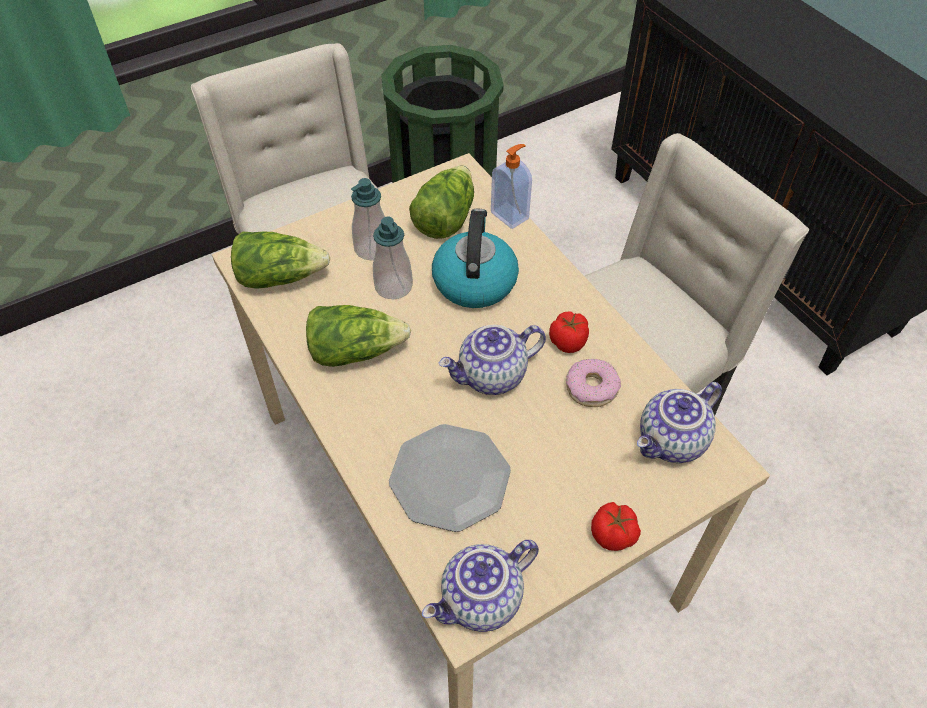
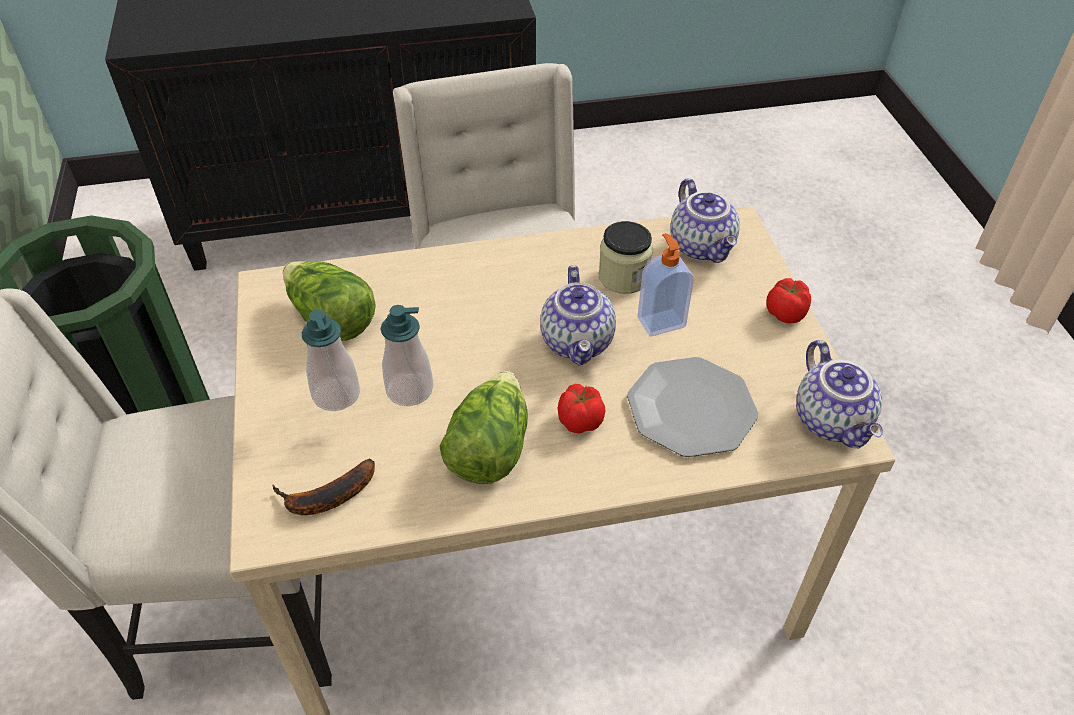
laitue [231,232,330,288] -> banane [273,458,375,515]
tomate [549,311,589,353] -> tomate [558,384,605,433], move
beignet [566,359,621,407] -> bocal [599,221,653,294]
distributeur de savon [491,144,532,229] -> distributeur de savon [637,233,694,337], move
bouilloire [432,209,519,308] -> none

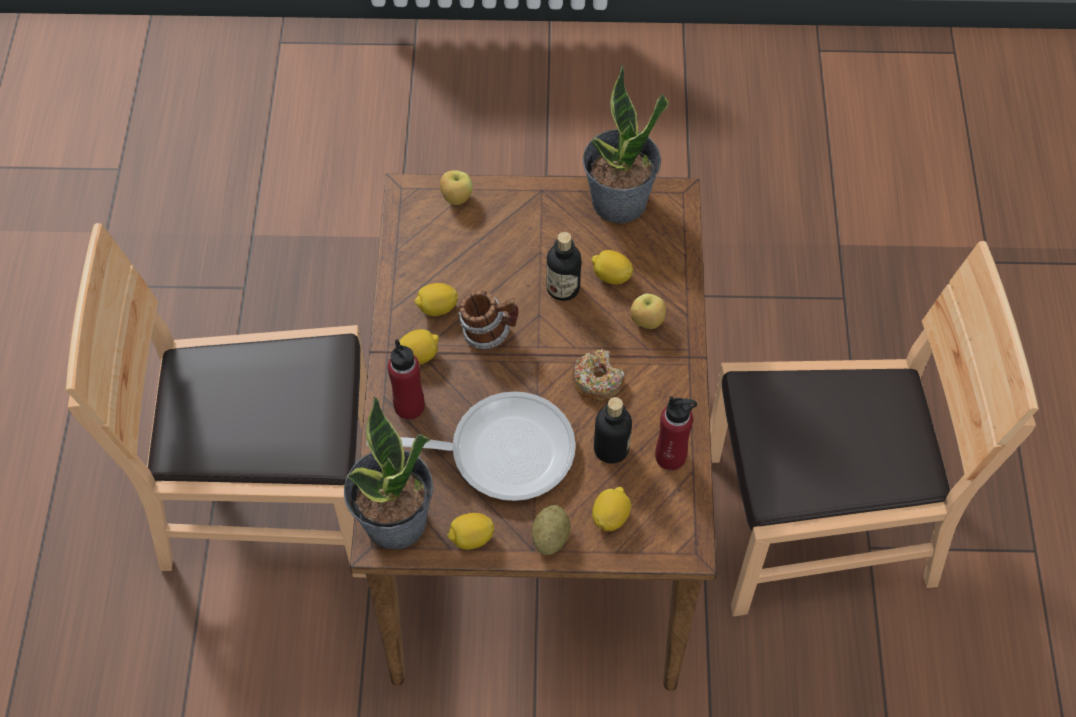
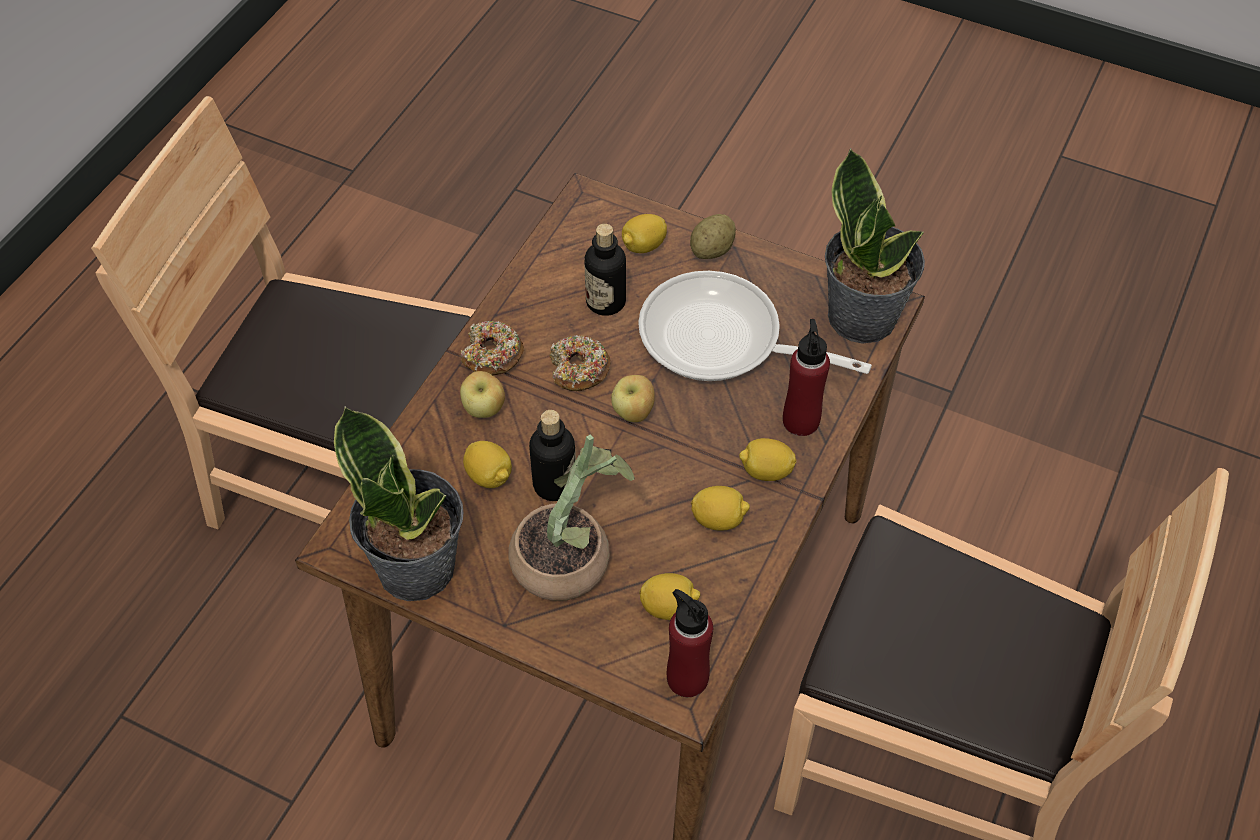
none -> beignet [460,320,524,375]
none -> plante en pot [509,434,635,601]
pomme [440,170,473,205] -> pomme [611,375,655,422], move
citron [447,513,494,550] -> citron [639,573,700,620], move
bouteille [rouge] [655,396,697,470] -> bouteille [rouge] [667,589,713,697], move
mug [458,290,518,350] -> none

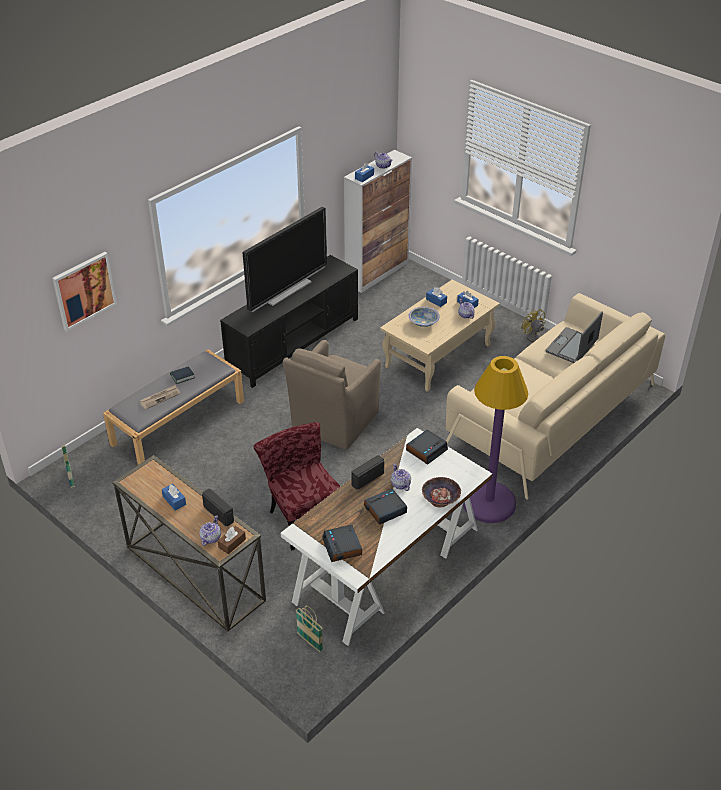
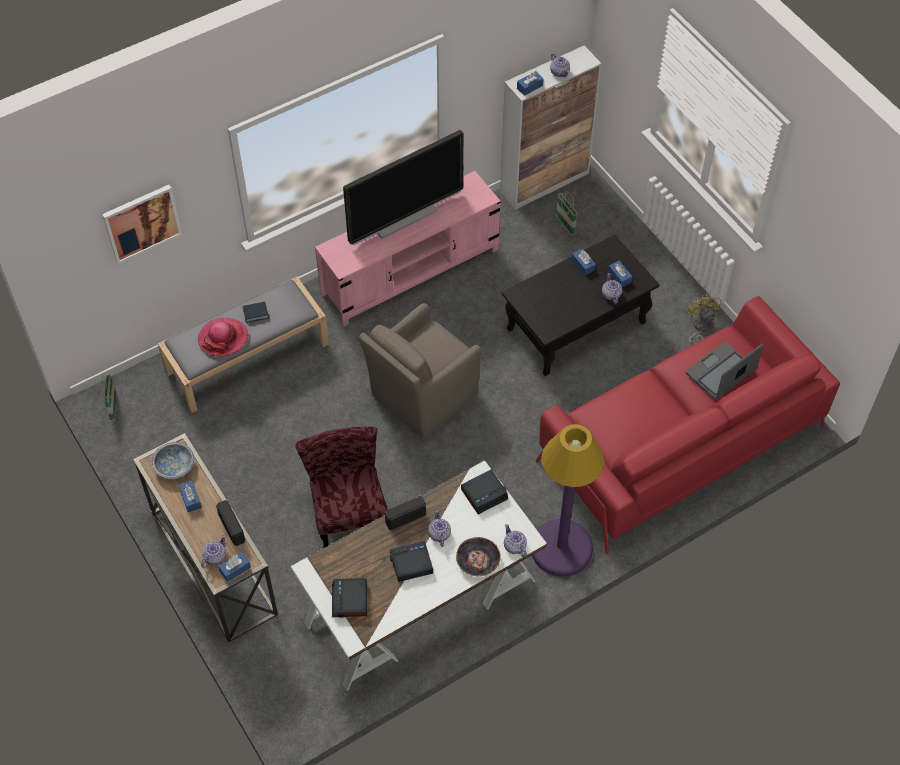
bol [409,307,440,327] -> bol [152,442,195,479], move
journal [140,385,180,409] -> chapeau [198,318,248,357]
boîte à mouchoirs [marron] [218,526,246,554] -> boîte à mouchoirs [bleu] [218,552,251,582]
meuble télé [noir] [220,255,358,388] -> meuble télé [rose] [315,171,501,326]
table basse [beige] [380,279,500,392] -> table basse [noir] [502,235,660,376]
none -> théière [504,524,527,557]
canapé [beige] [446,293,665,500] -> canapé [rouge] [535,296,840,554]
panier [296,605,323,652] -> panier [555,191,577,236], move

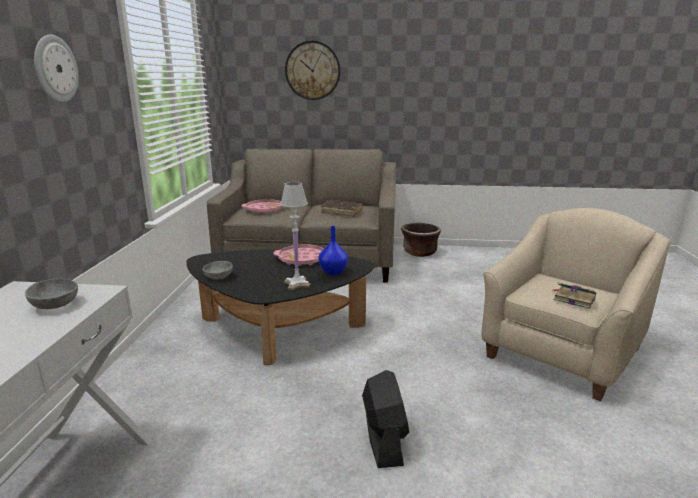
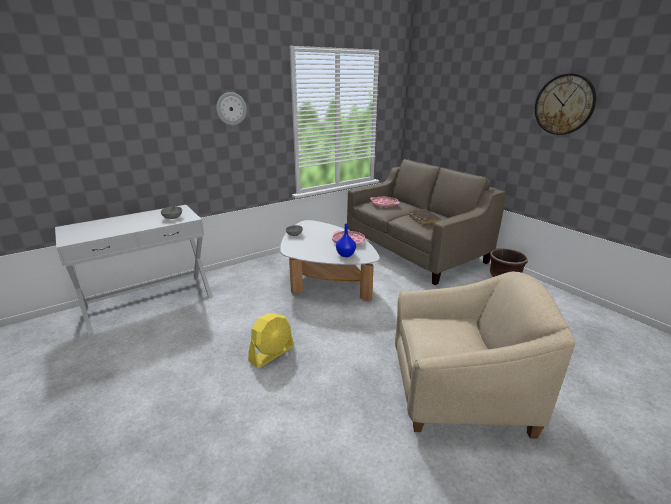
ventilateur [noir] [362,370,409,468] -> ventilateur [jaune] [248,313,294,368]
table basse [noir] [186,249,374,365] -> table basse [blanc] [280,220,380,302]
horloge murale [285,41,340,100] -> horloge murale [535,73,596,135], move
lampe de table [blanc] [280,182,311,290] -> none
livre [552,282,596,309] -> none

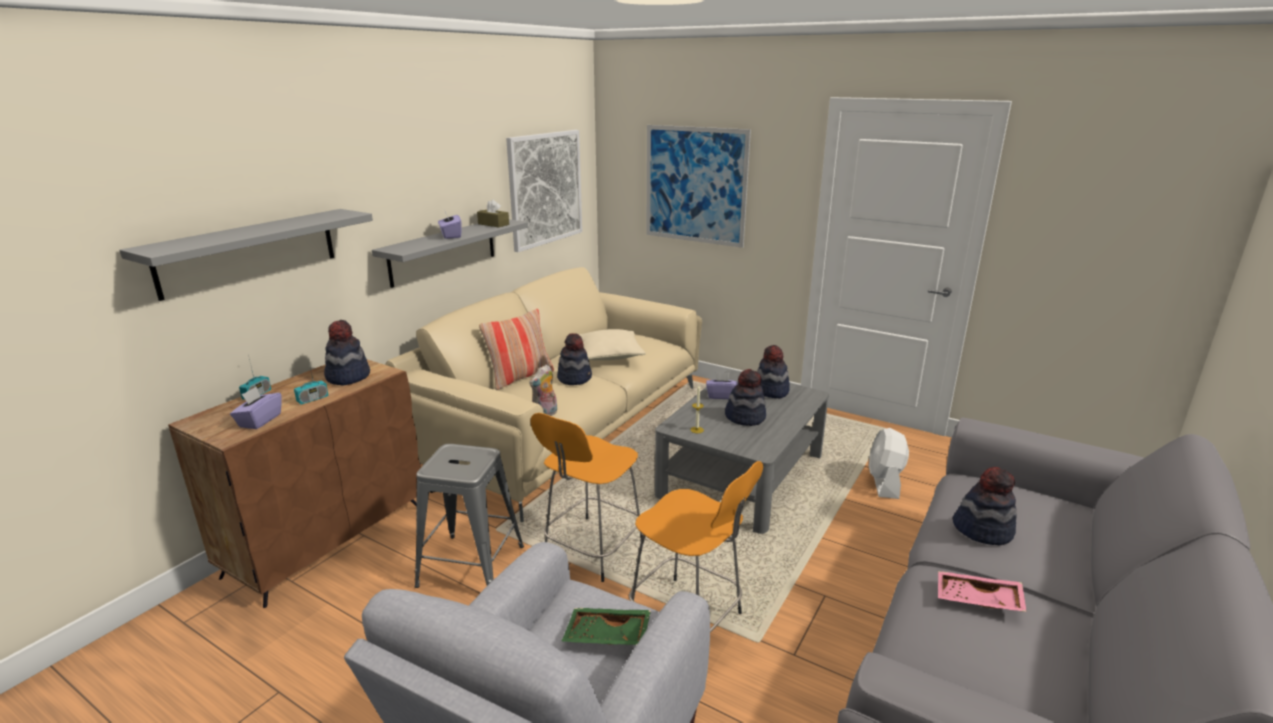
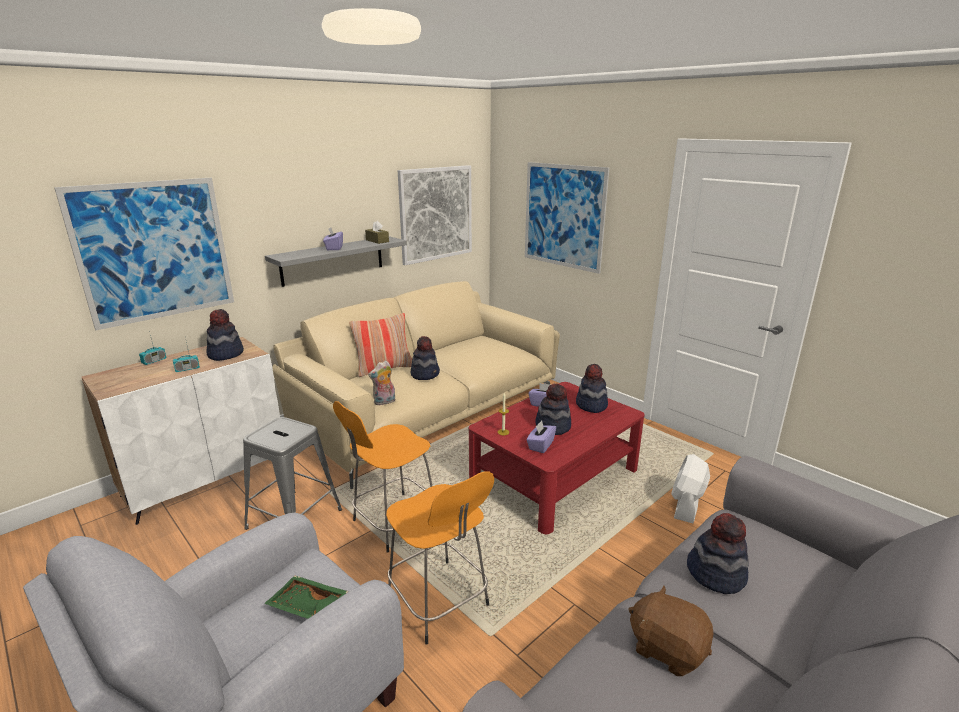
étagère [gris] [119,209,373,301] -> tableau [54,178,234,330]
meuble de rangement [marron] [168,359,421,608] -> meuble de rangement [blanc] [82,337,280,525]
table basse [gris] [655,370,829,534] -> table basse [rouge] [469,382,645,534]
boîte à mouchoirs [violet] [230,387,281,429] -> boîte à mouchoirs [violet] [527,421,556,453], move
plateau [rose] [938,571,1027,612] -> peluche [marron] [628,585,714,676]
coussin [beige] [578,329,646,360] -> none

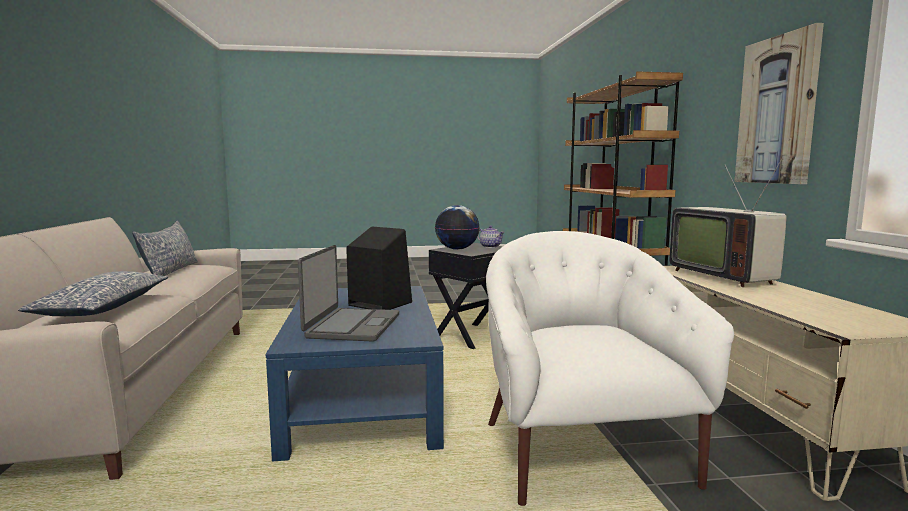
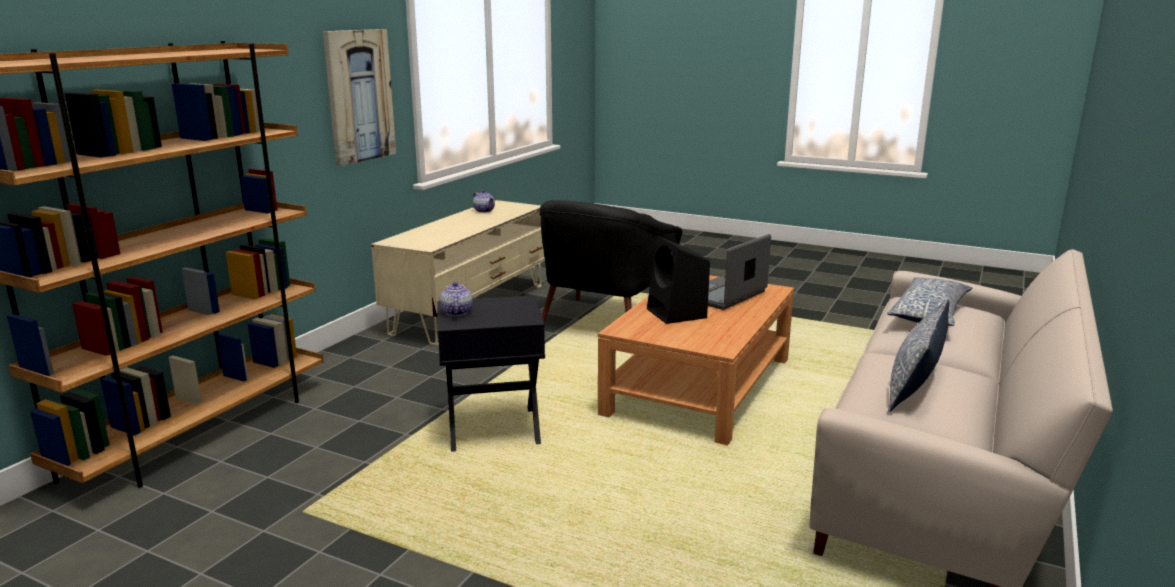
none -> théière [473,190,495,213]
fauteuil [blanc] [486,231,734,506] -> fauteuil [noir] [539,200,682,323]
table basse [bleu] [266,286,444,461] -> table basse [marron] [598,275,794,445]
globe [435,205,480,250] -> none
téléviseur [670,158,787,287] -> none

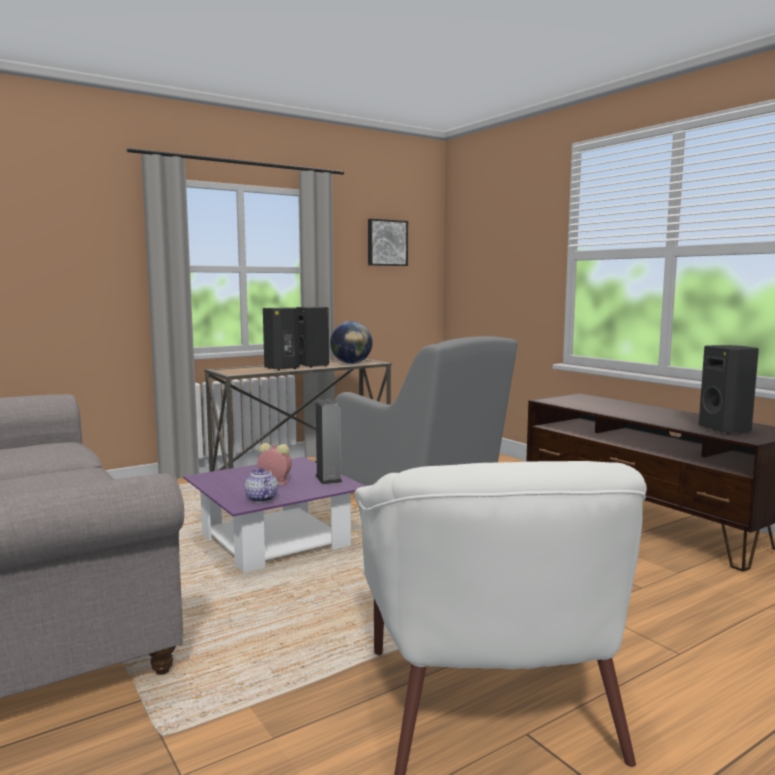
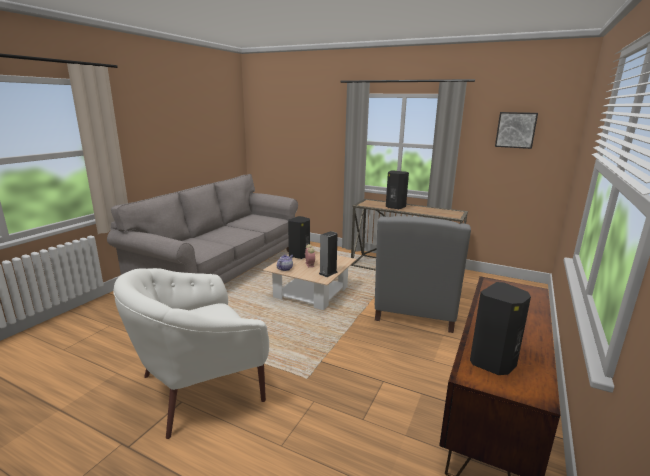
table basse [violet] [183,457,365,573] -> table basse [beige] [263,251,357,310]
enceinte [noir] [296,307,329,368] -> enceinte [noir] [288,216,310,259], move
globe [330,321,373,364] -> none

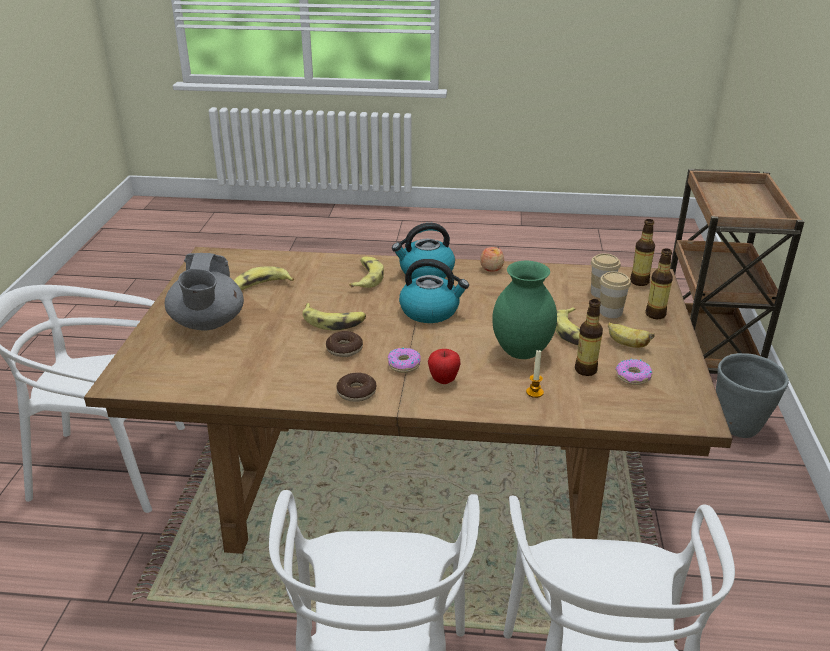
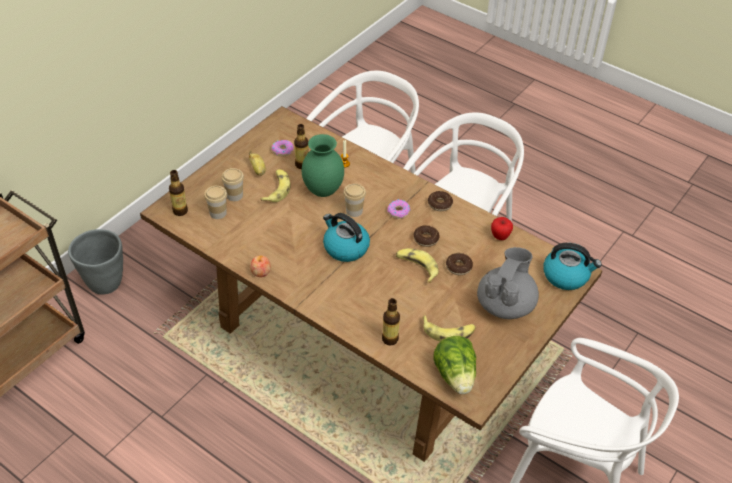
none -> tasse [343,183,366,217]
bouteille [645,248,673,319] -> bouteille [382,298,400,346], move
none -> laitue [434,336,476,394]
none -> beignet [446,253,473,275]
pomme [428,349,461,384] -> pomme [491,217,513,240], move
bouilloire [392,223,455,279] -> bouilloire [543,243,602,290], move
banane [349,256,384,288] -> none

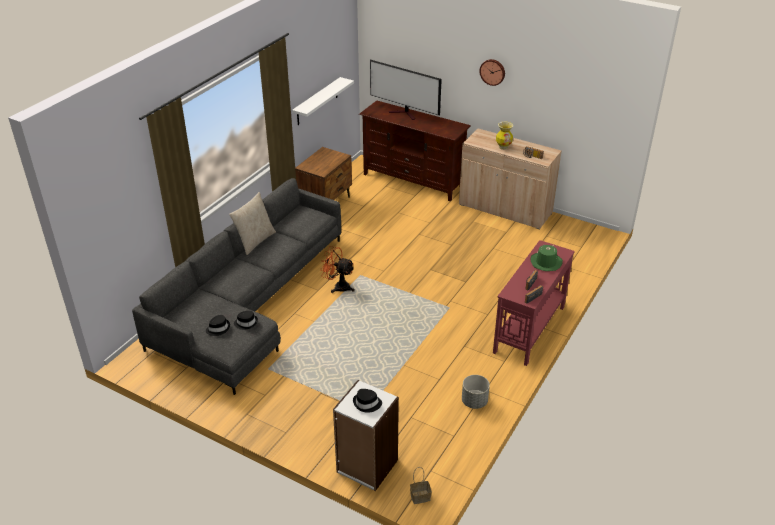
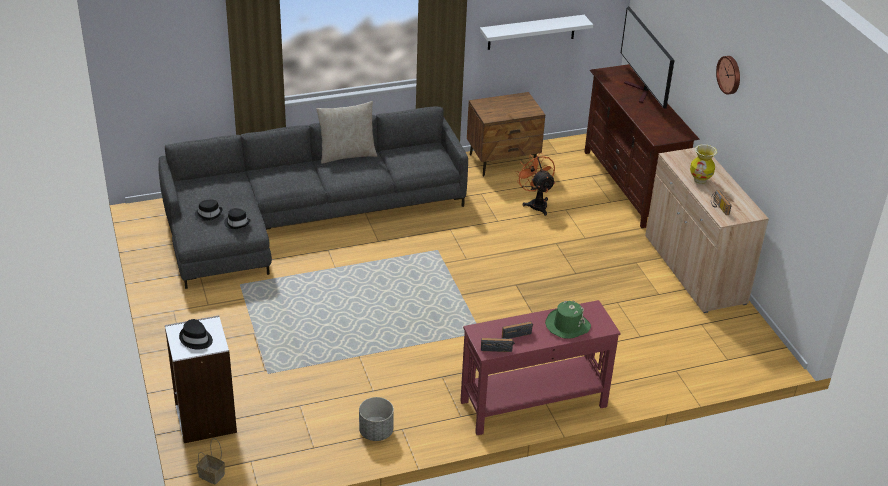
ventilateur [orange] [320,246,355,293] -> ventilateur [orange] [515,153,555,216], move

